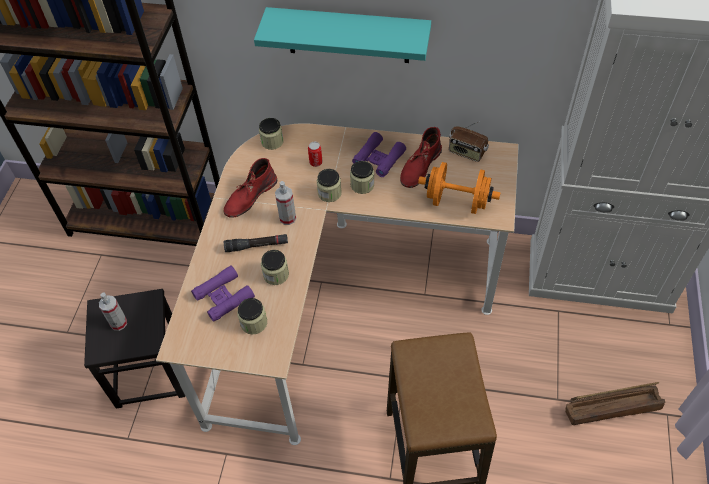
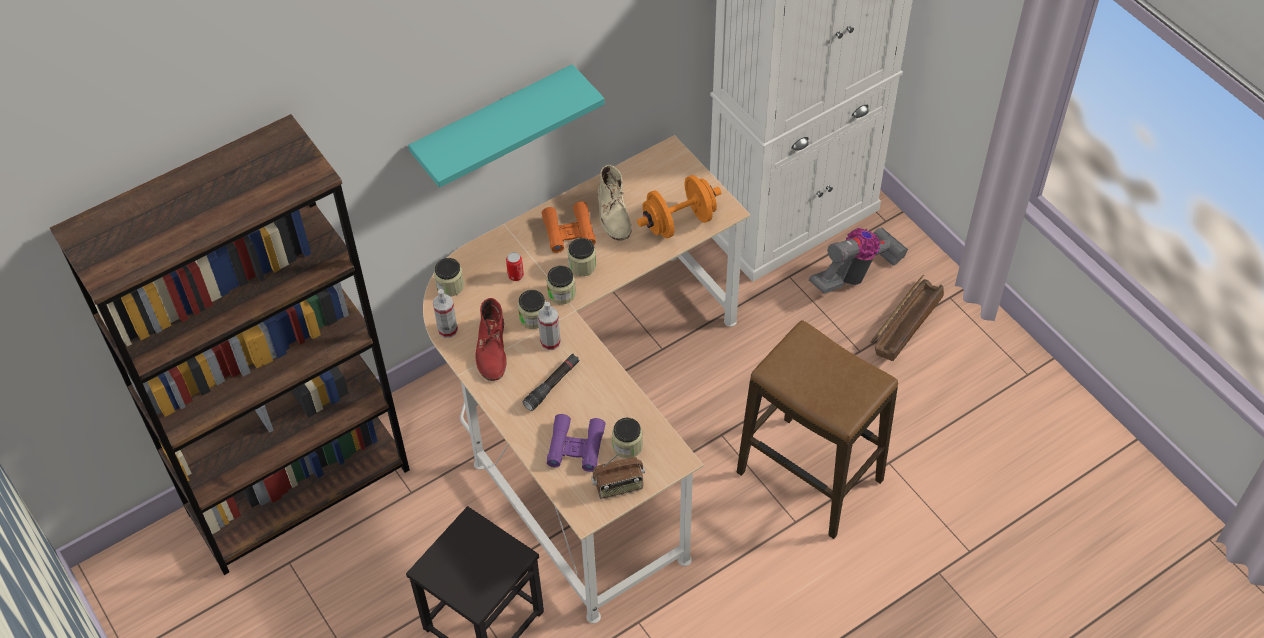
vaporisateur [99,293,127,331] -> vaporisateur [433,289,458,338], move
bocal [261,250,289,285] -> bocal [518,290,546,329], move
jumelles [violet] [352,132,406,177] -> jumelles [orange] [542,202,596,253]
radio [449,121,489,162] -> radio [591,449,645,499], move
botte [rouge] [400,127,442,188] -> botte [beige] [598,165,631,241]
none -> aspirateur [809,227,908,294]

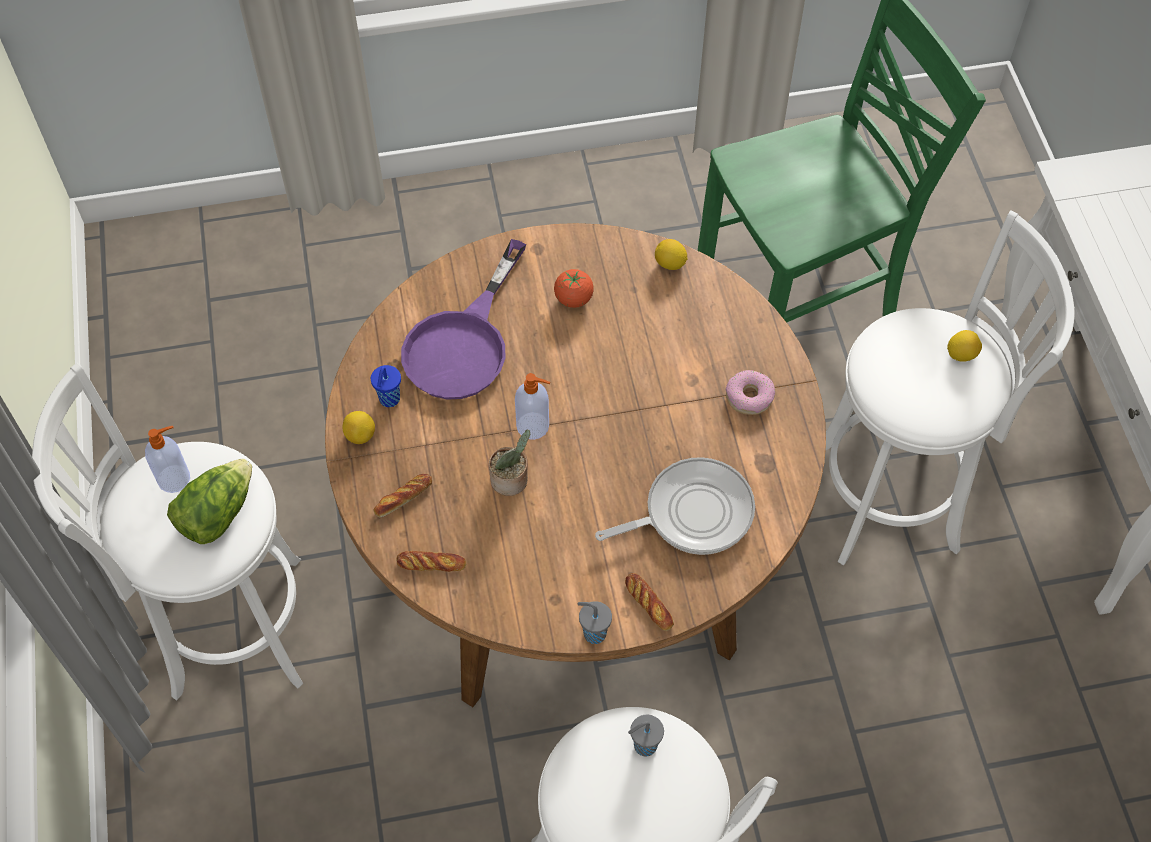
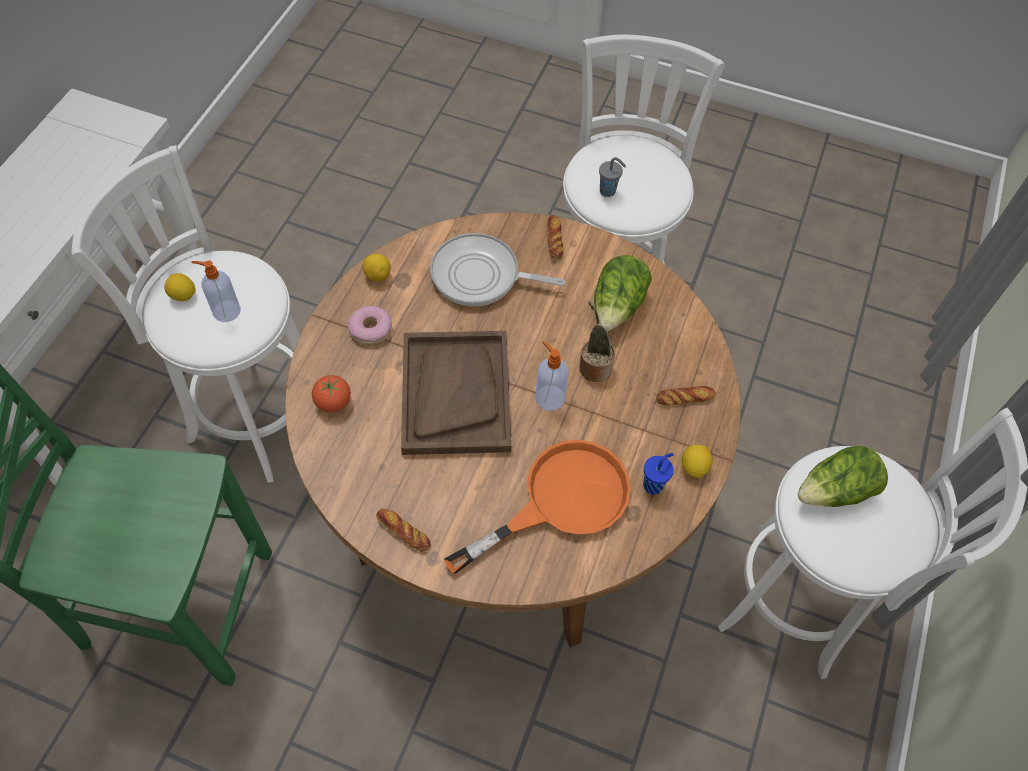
distributeur de savon [145,426,190,493] -> distributeur de savon [191,261,241,322], move
tomate [554,269,594,308] -> tomate [312,375,351,413], move
citron [655,239,688,270] -> citron [362,254,391,282], move
pain [396,551,466,572] -> pain [376,508,431,552], move
none -> plateau [marron] [401,331,511,455]
poêle [violet] [401,239,526,400] -> poêle [orange] [444,440,631,574]
none -> laitue [594,255,652,331]
tasse [gris] [578,601,612,644] -> none

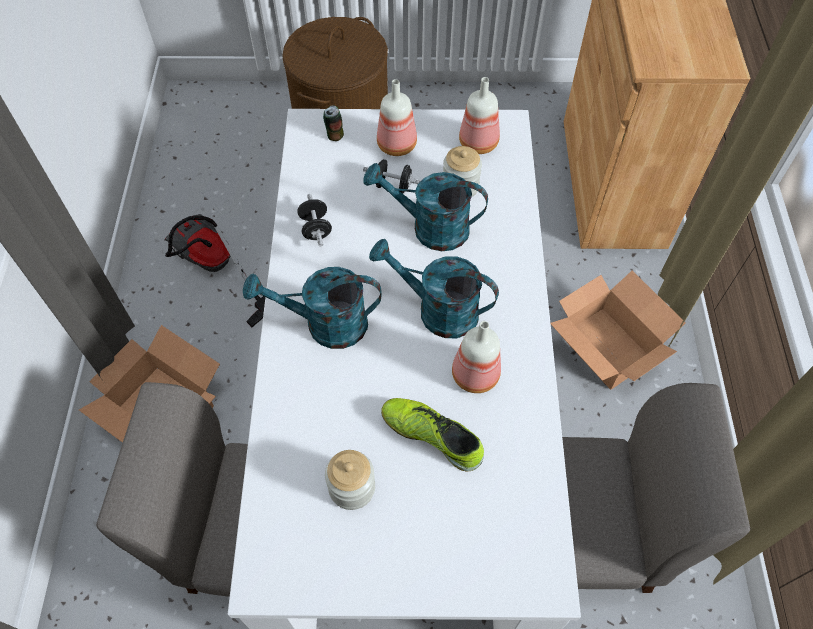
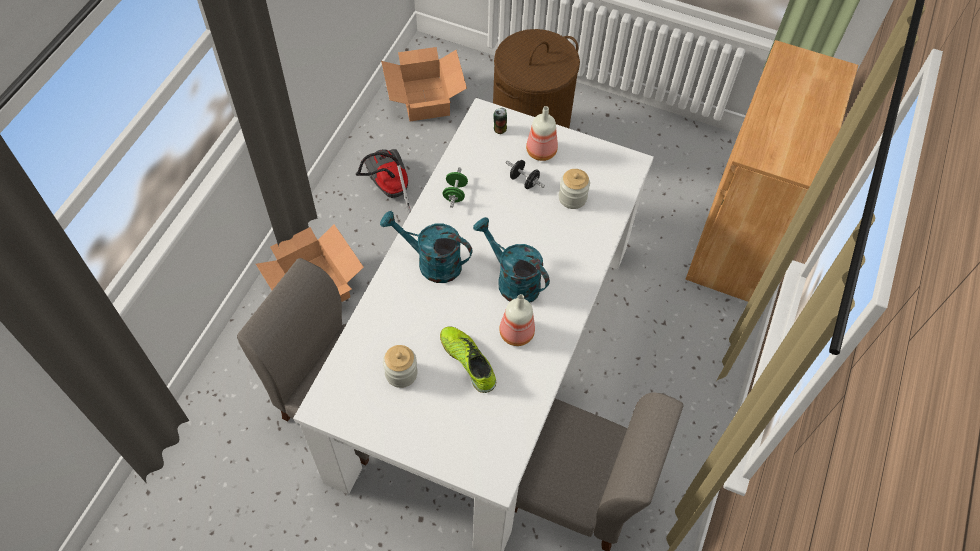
carton [551,271,686,389] -> carton [381,47,467,121], move
haltère [noir] [297,194,332,247] -> haltère [vert] [443,167,468,208]
arrosoir [turquoise] [364,163,488,251] -> none
bouteille [459,77,500,154] -> none

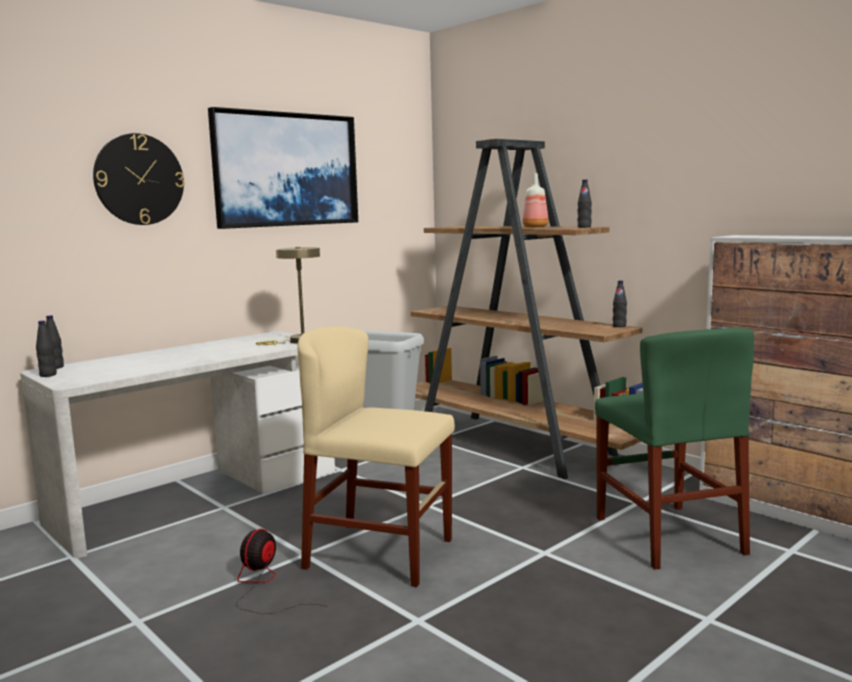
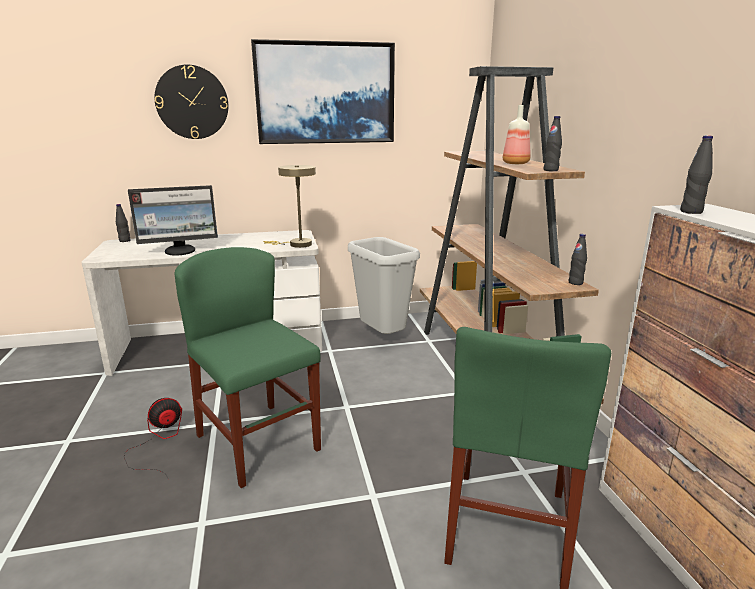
none -> écran d'ordinateur [128,185,218,256]
chaise [beige] [298,326,455,587] -> chaise [vert] [175,247,321,488]
bouteille [noir] [36,320,57,377] -> bouteille [noir] [680,135,713,214], move

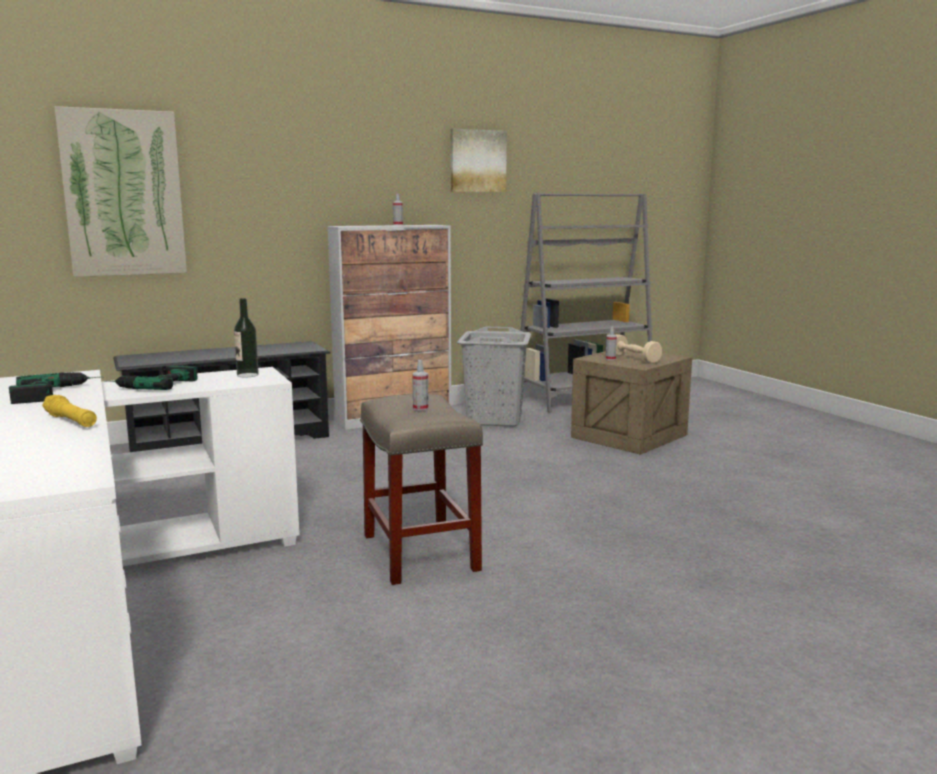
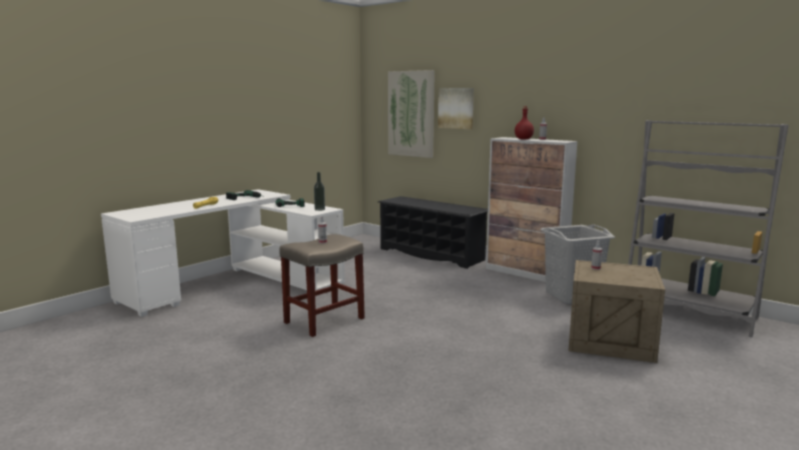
tableau [451,129,507,192] -> tableau [438,88,474,129], move
none -> bouteille [rouge] [515,106,534,140]
haltère [beige] [616,334,662,363] -> none

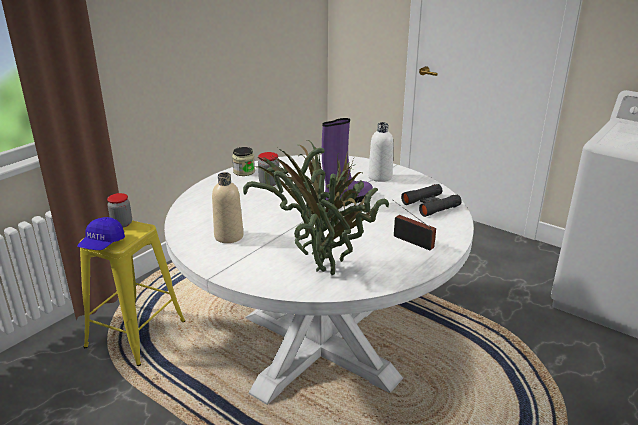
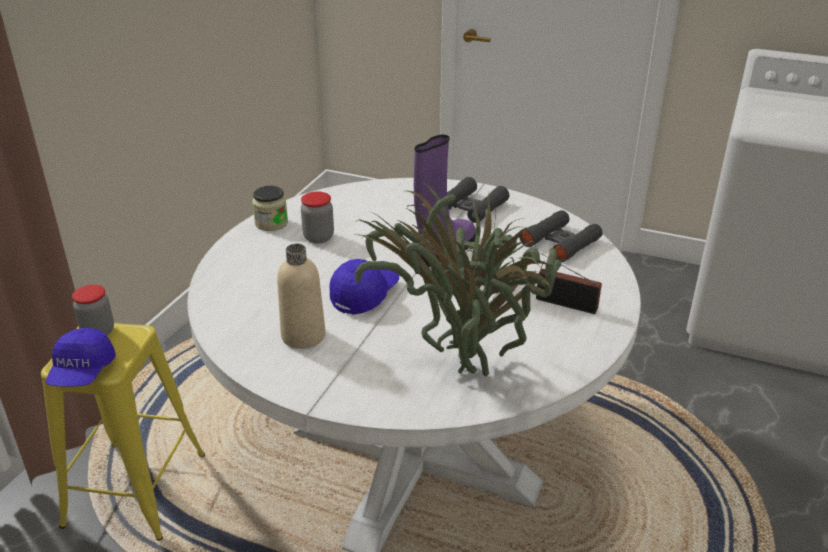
none -> casquette [bleu] [329,259,399,315]
bouteille [blanc] [368,122,393,182] -> jumelles [noir] [447,177,509,223]

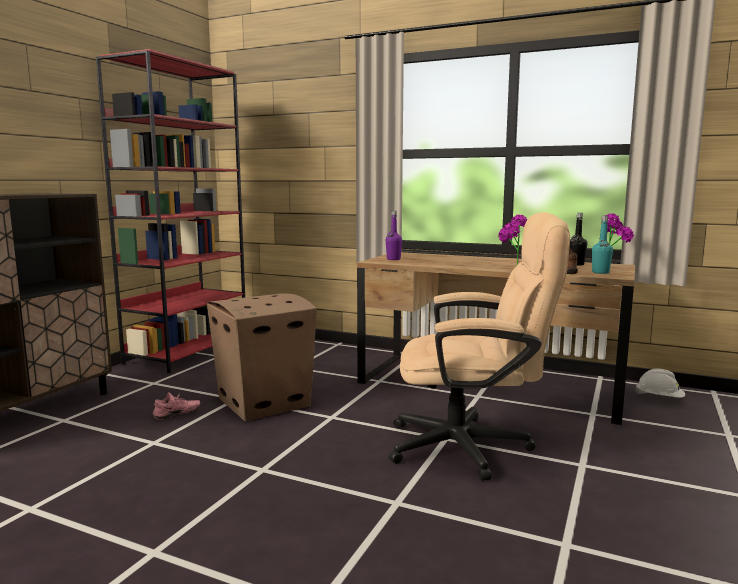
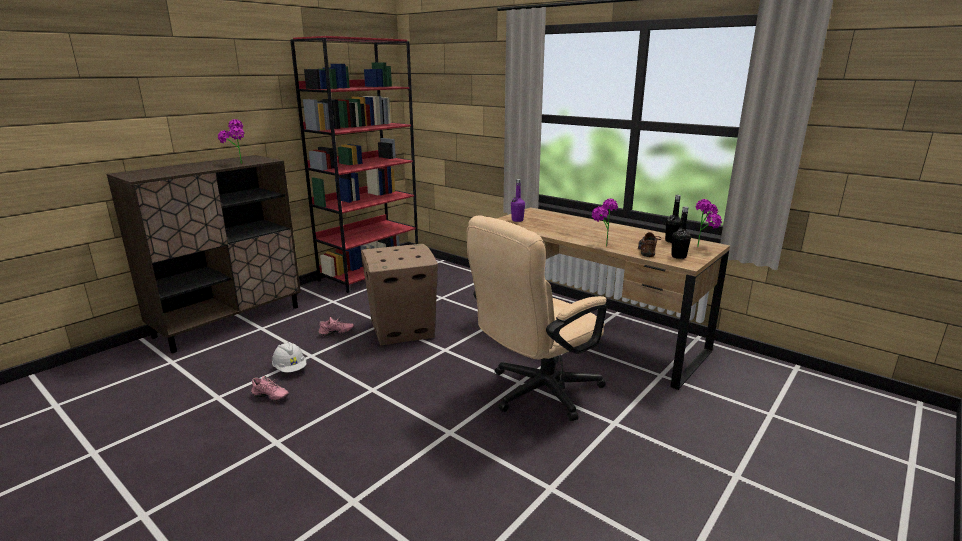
none -> plante en pot [218,119,244,164]
none -> chaussure [rose] [251,376,289,401]
casque de chantier [blanc] [635,368,685,398] -> casque de chantier [blanc] [272,342,306,372], move
chaise de bureau [beige] [389,212,570,481] -> chaise de bureau [beige] [467,216,607,421], 120 degrees clockwise
bouteille [turquoise] [592,216,613,274] -> bouteille [noir] [671,206,691,259]

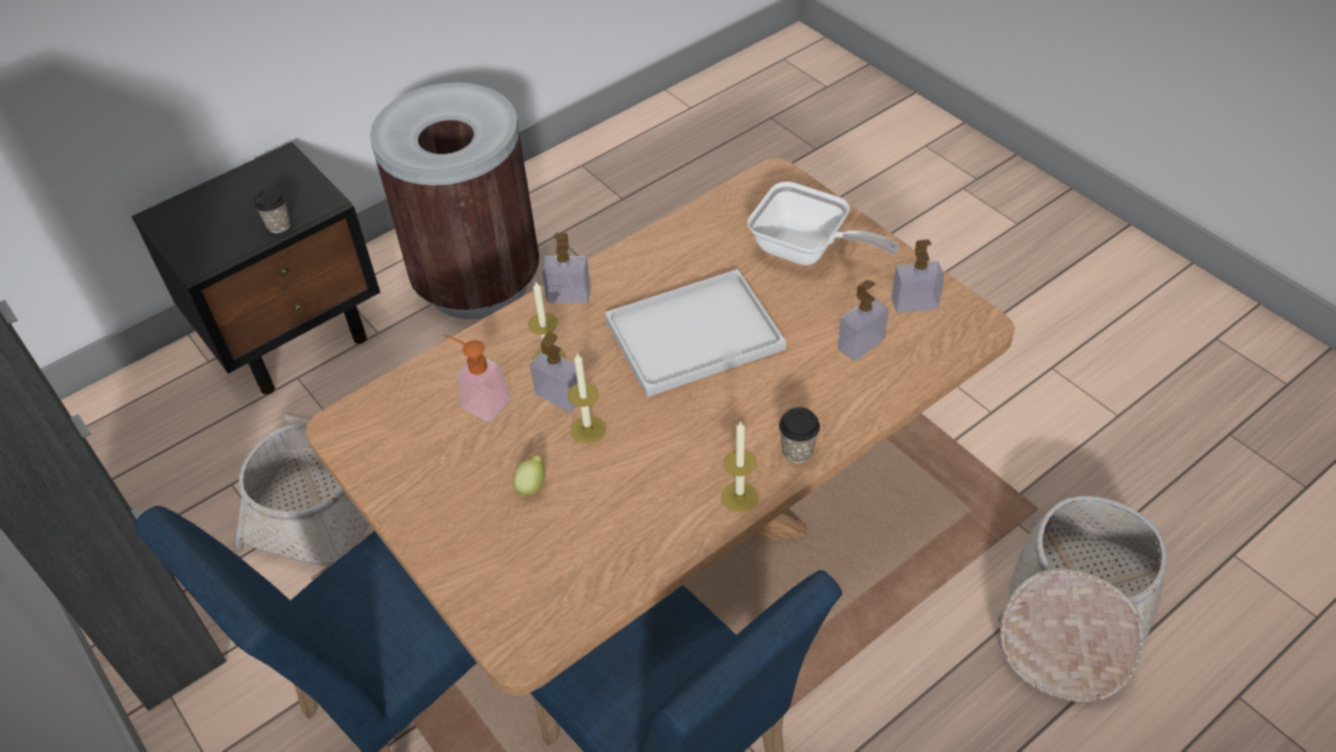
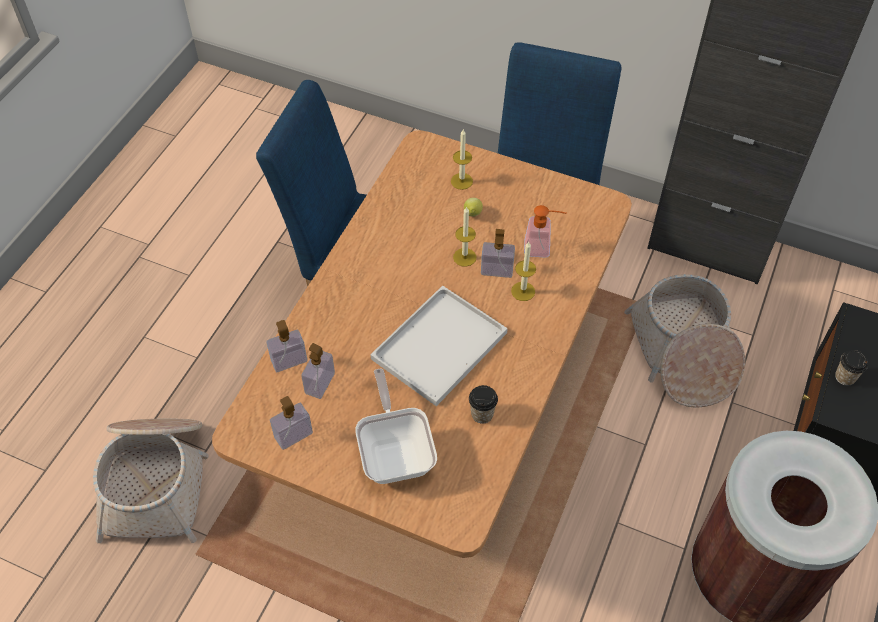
distributeur de savon [542,233,590,303] -> distributeur de savon [267,320,307,372], move
poêle [747,182,899,266] -> poêle [355,368,437,484], 75 degrees clockwise
bougie [721,421,758,512] -> bougie [451,129,473,190], move
tasse [779,407,820,463] -> tasse [469,385,498,424], move

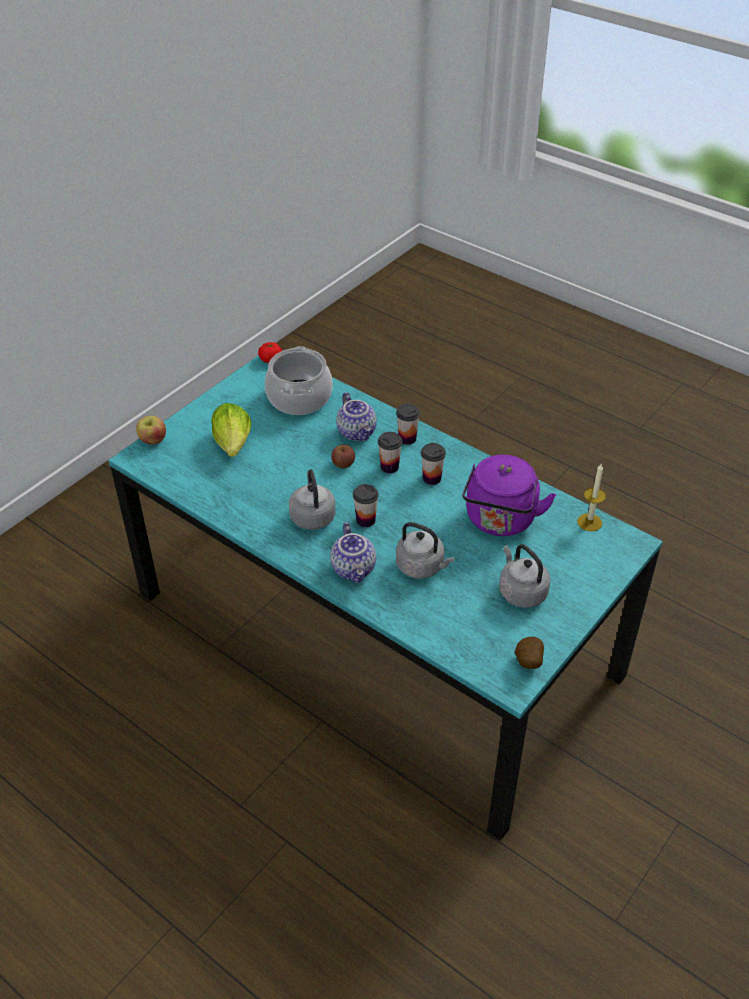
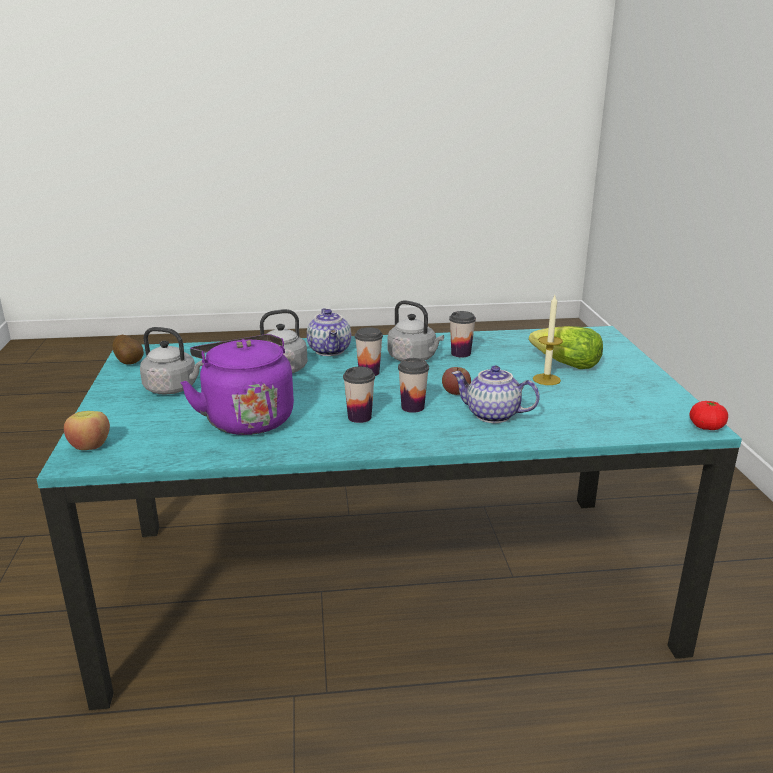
pomme [136,415,166,444] -> pomme [64,411,110,450], move
théière [330,522,376,583] -> théière [307,308,351,356], 135 degrees counterclockwise
tasse [396,404,420,445] -> tasse [449,311,476,358], move
bougie [577,464,606,531] -> bougie [533,295,563,385], move
marmite [265,346,333,415] -> none

